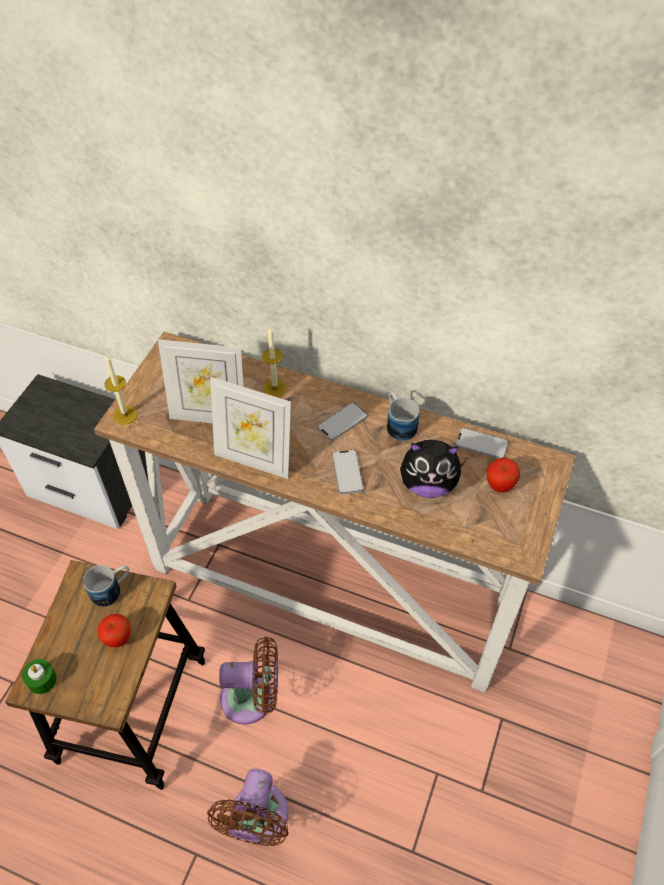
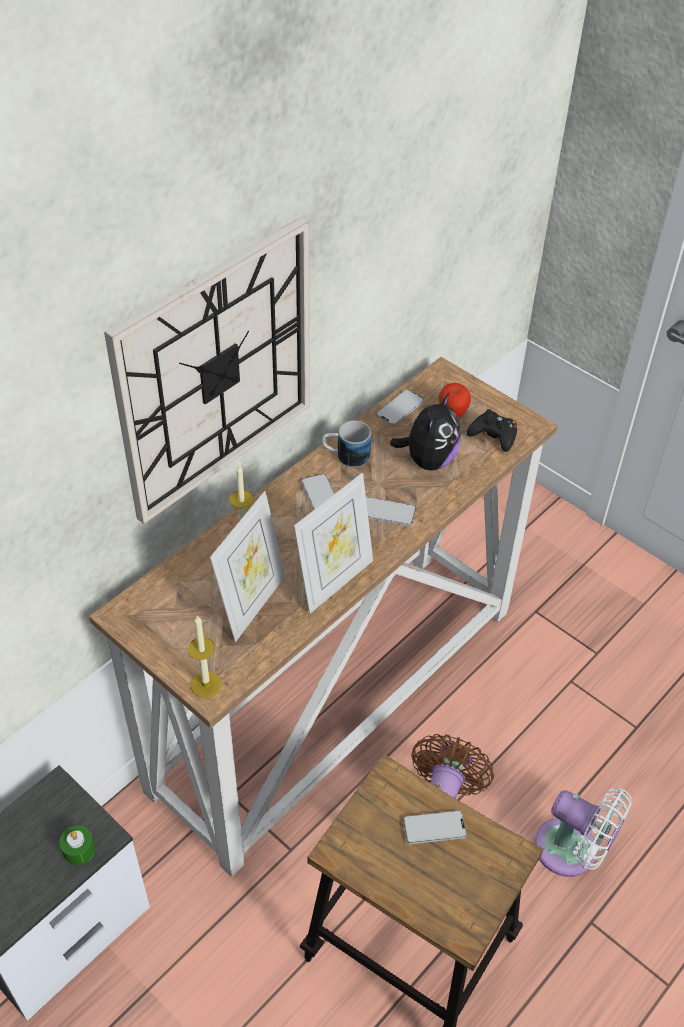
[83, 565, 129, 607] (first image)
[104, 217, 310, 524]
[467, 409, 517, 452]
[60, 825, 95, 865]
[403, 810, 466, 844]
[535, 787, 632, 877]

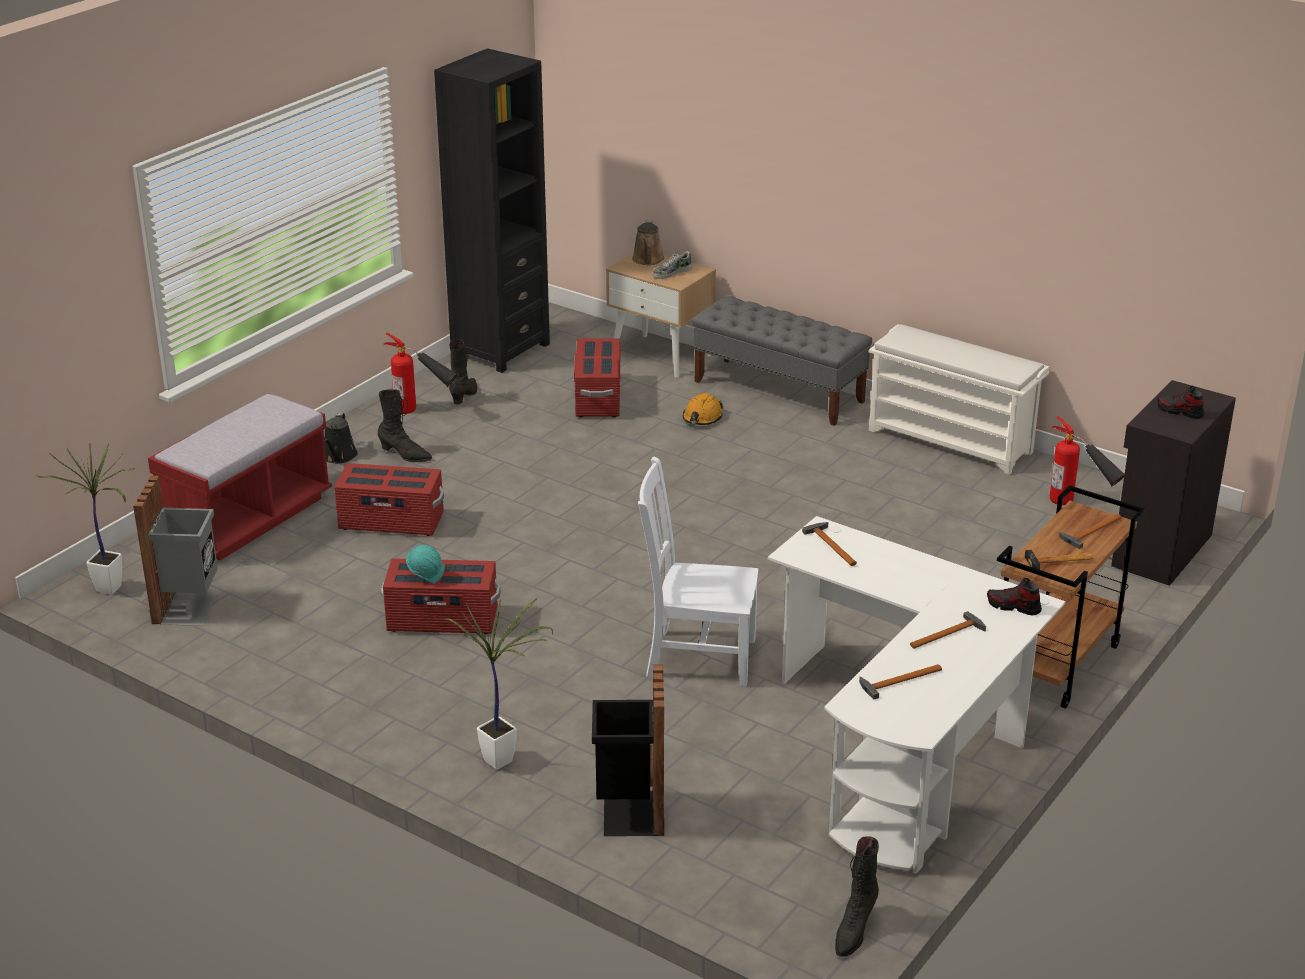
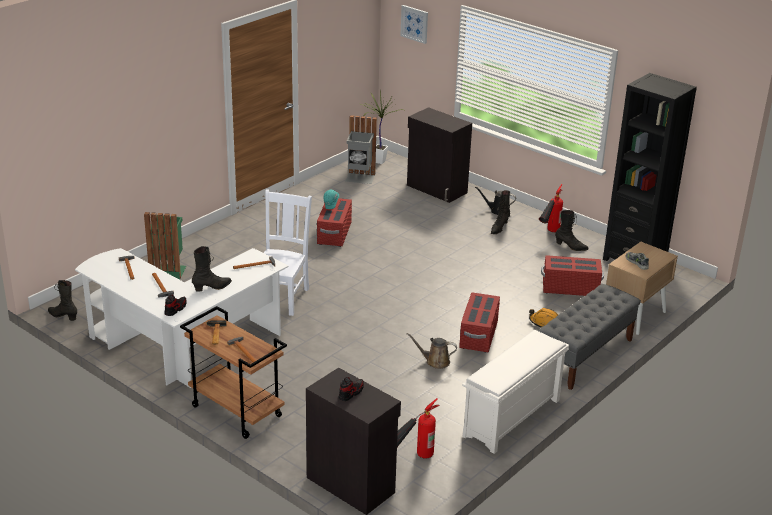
[444, 598, 553, 770] (first image)
[192, 246, 232, 292]
[400, 5, 428, 44]
[459, 292, 500, 352]
[407, 333, 457, 369]
[407, 107, 472, 203]
[144, 212, 186, 280]

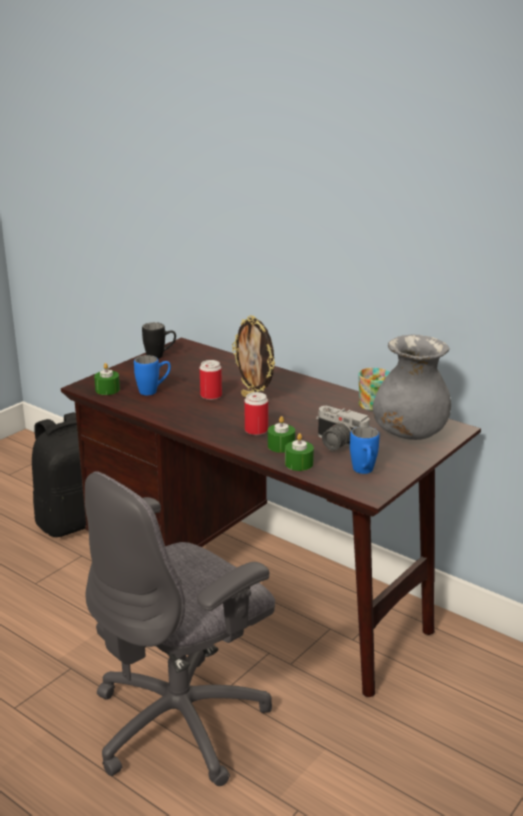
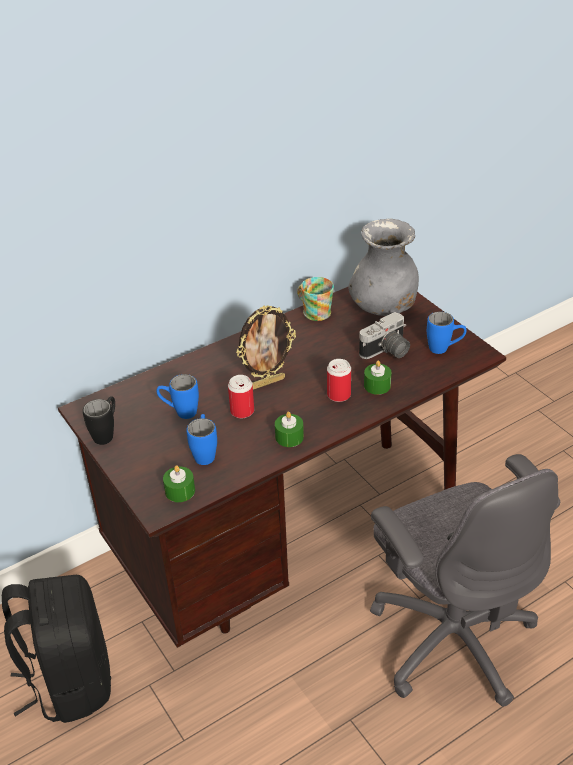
[157, 374, 199, 419]
[275, 412, 304, 447]

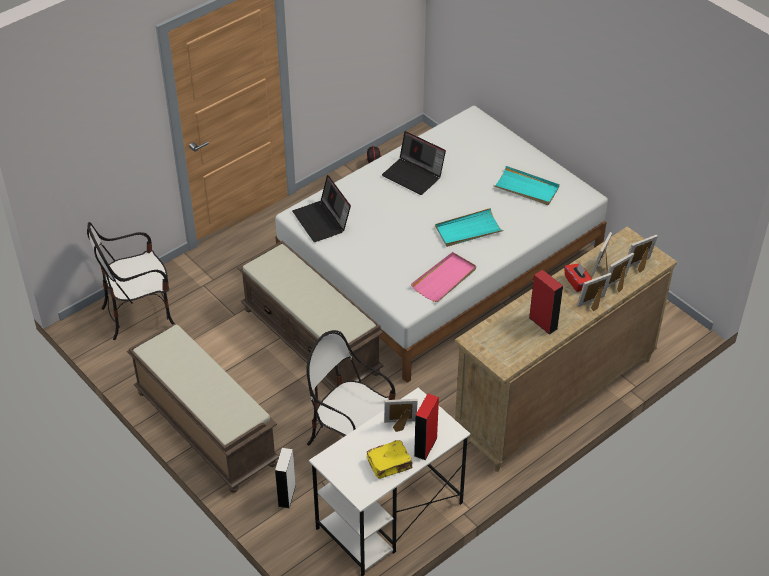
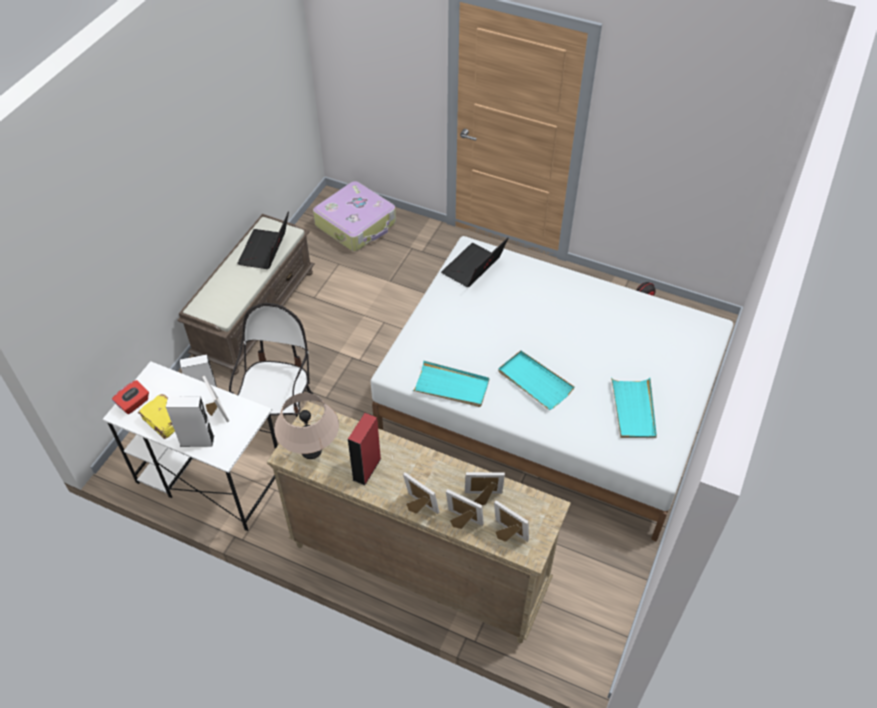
[237, 241, 384, 388] (first image)
[274, 393, 339, 459]
[237, 212, 289, 269]
[112, 380, 149, 414]
[313, 181, 396, 251]
[413, 361, 489, 407]
[166, 396, 214, 447]

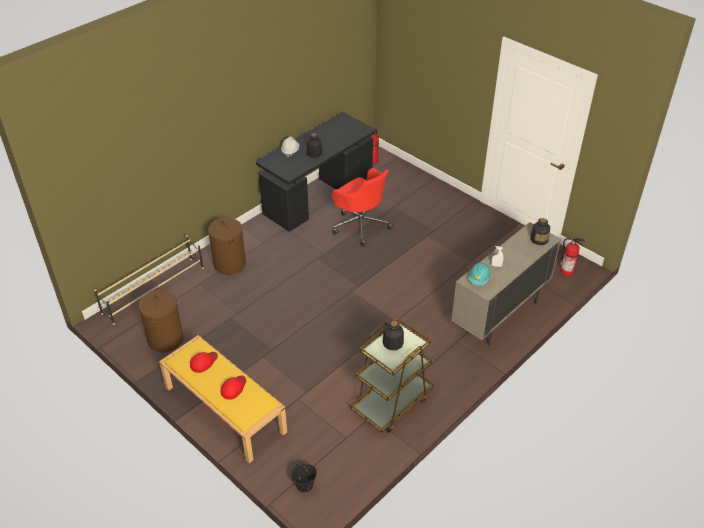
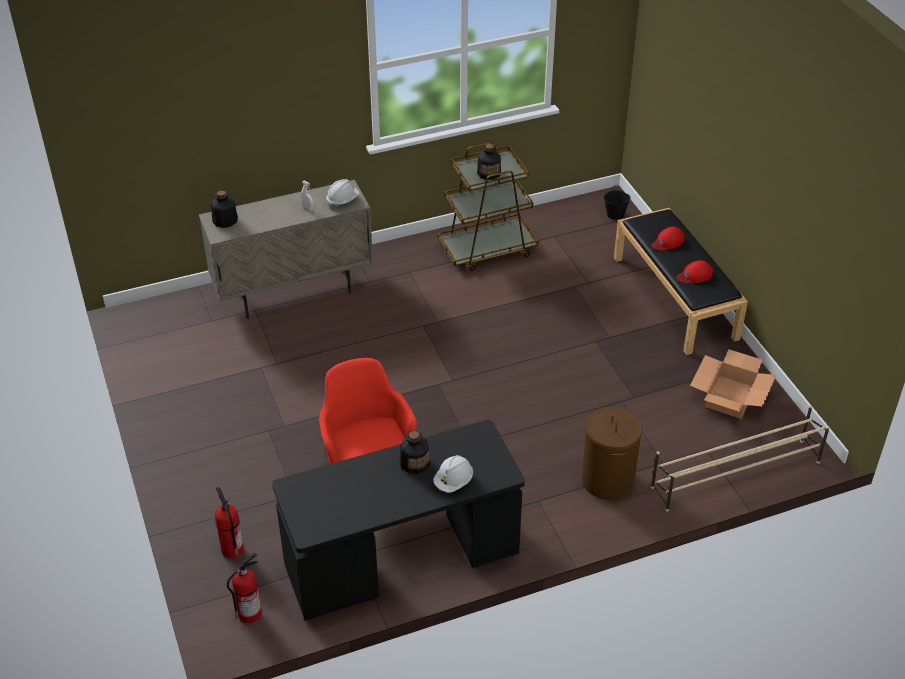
[215, 487, 244, 558]
[690, 349, 776, 419]
[614, 208, 748, 355]
[326, 179, 359, 208]

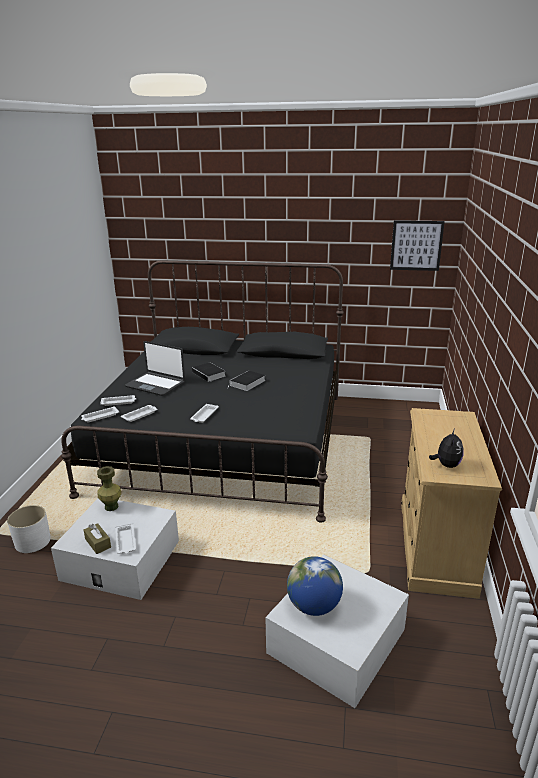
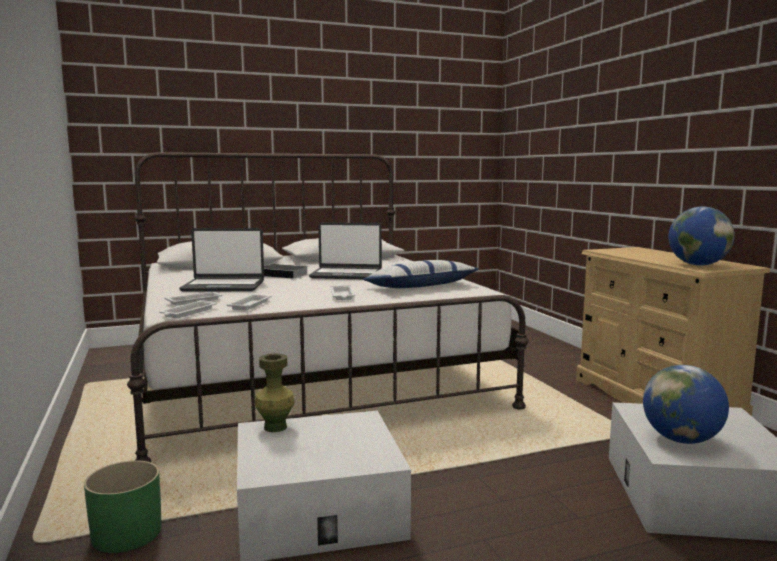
[84, 523, 111, 554] (first image)
[115, 523, 136, 554] (first image)
[390, 220, 445, 271] (first image)
[363, 260, 479, 288]
[309, 222, 382, 279]
[668, 207, 735, 266]
[84, 460, 162, 553]
[127, 152, 529, 462]

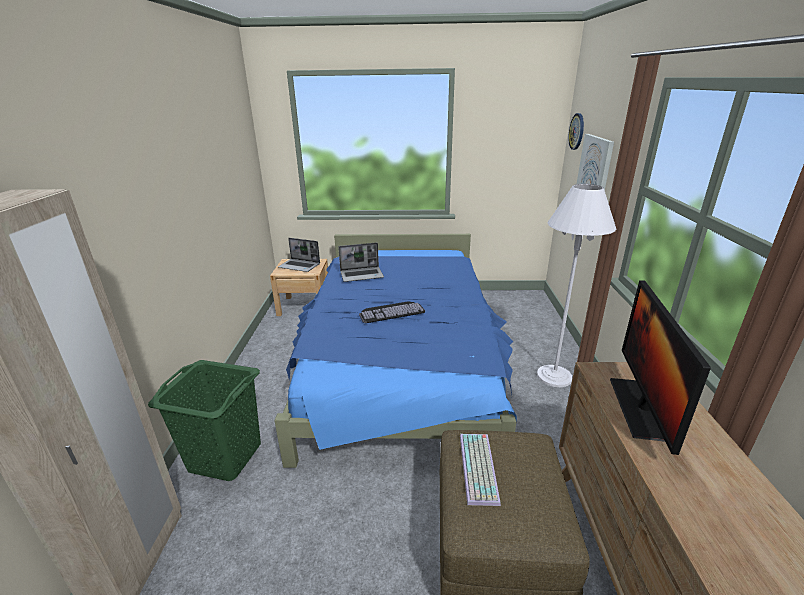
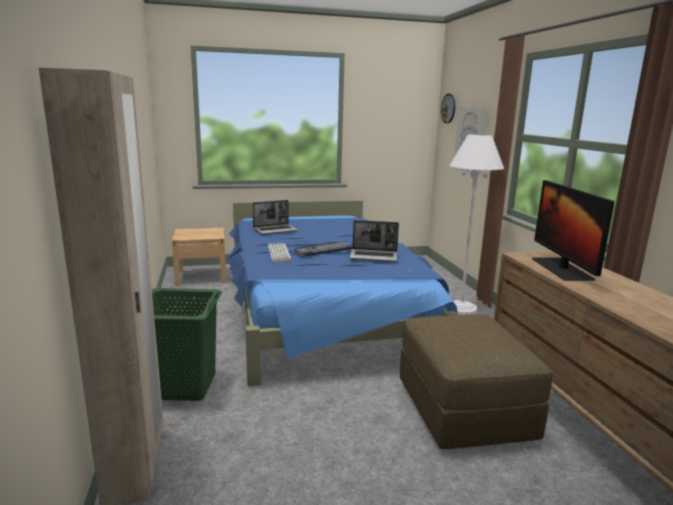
[349, 220, 399, 262]
[268, 243, 292, 262]

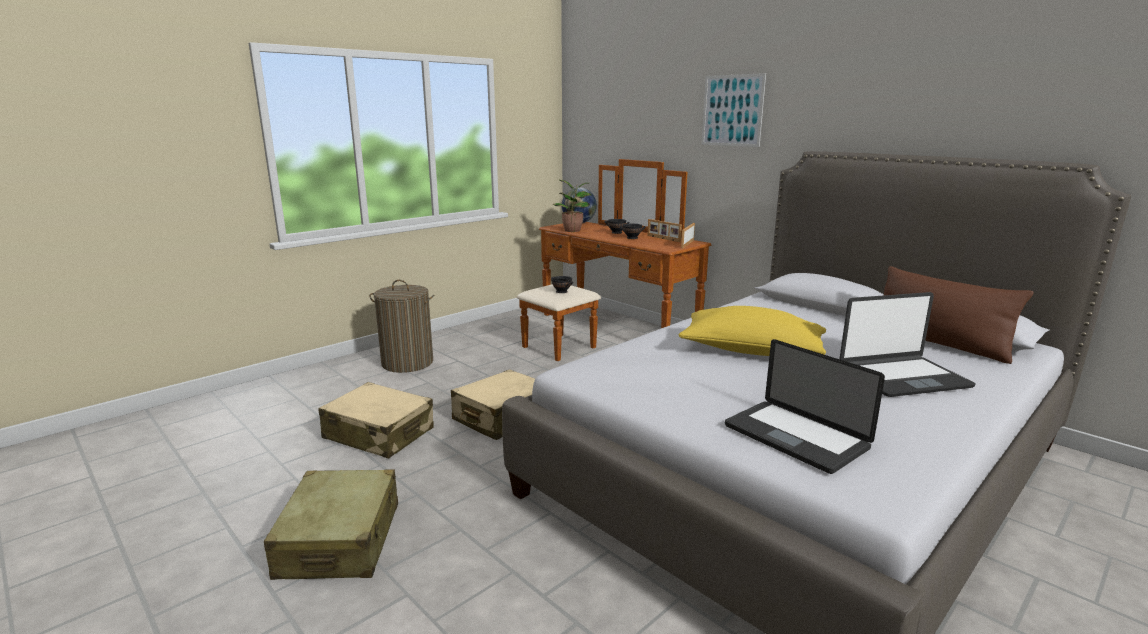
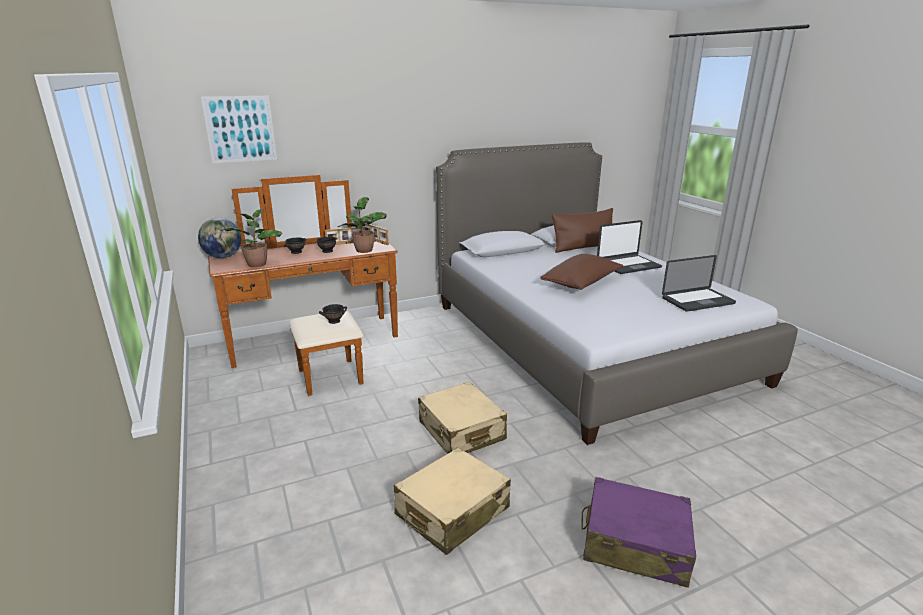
[369, 280, 435, 373] (first image)
[338, 197, 387, 253]
[201, 96, 277, 163]
[581, 477, 696, 588]
[540, 254, 623, 290]
[597, 220, 662, 274]

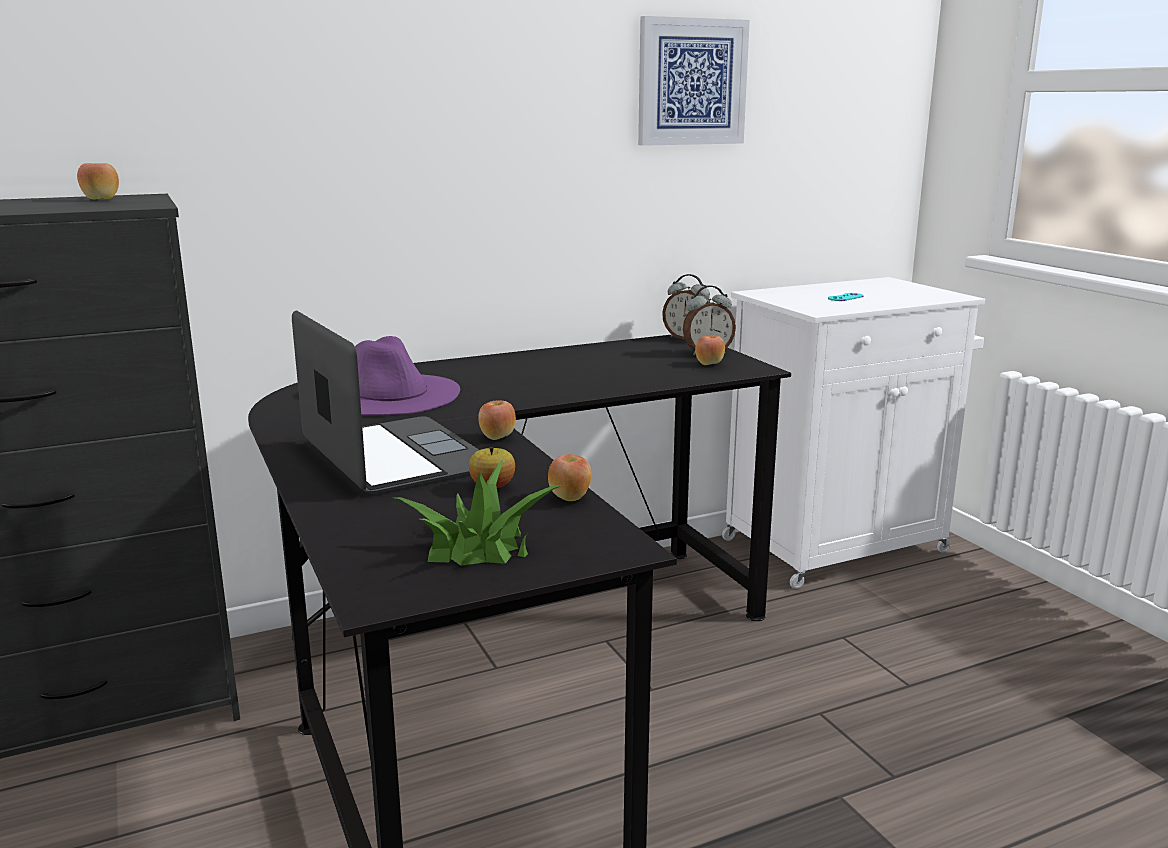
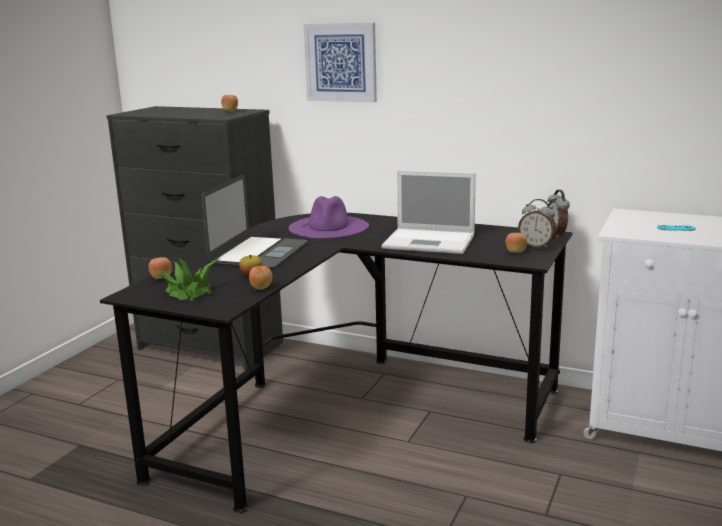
[381, 170, 476, 254]
[149, 257, 172, 279]
[303, 23, 377, 102]

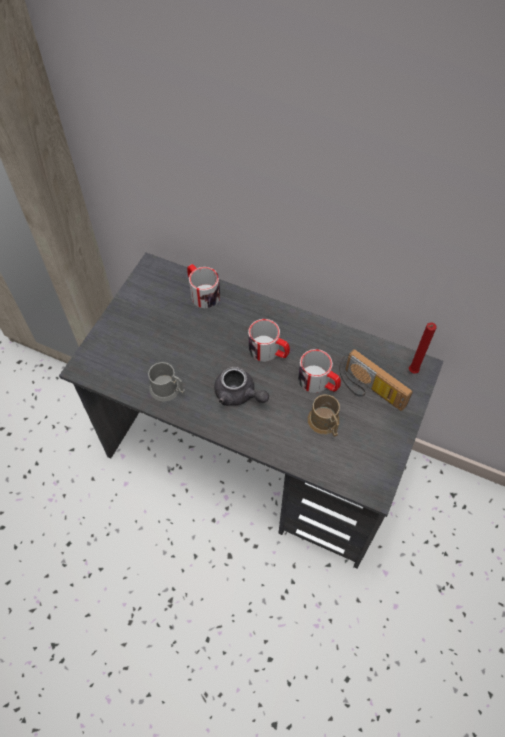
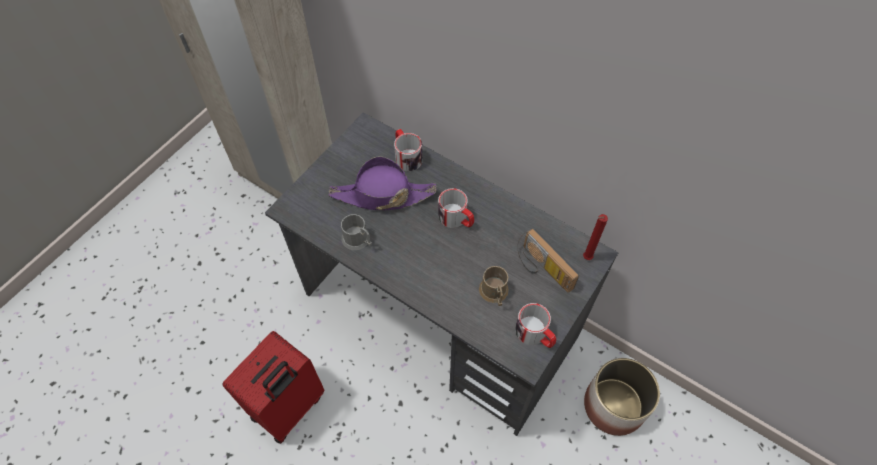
[214, 367, 269, 406] (first image)
[222, 331, 324, 444]
[329, 156, 437, 210]
[584, 358, 660, 436]
[515, 303, 556, 348]

